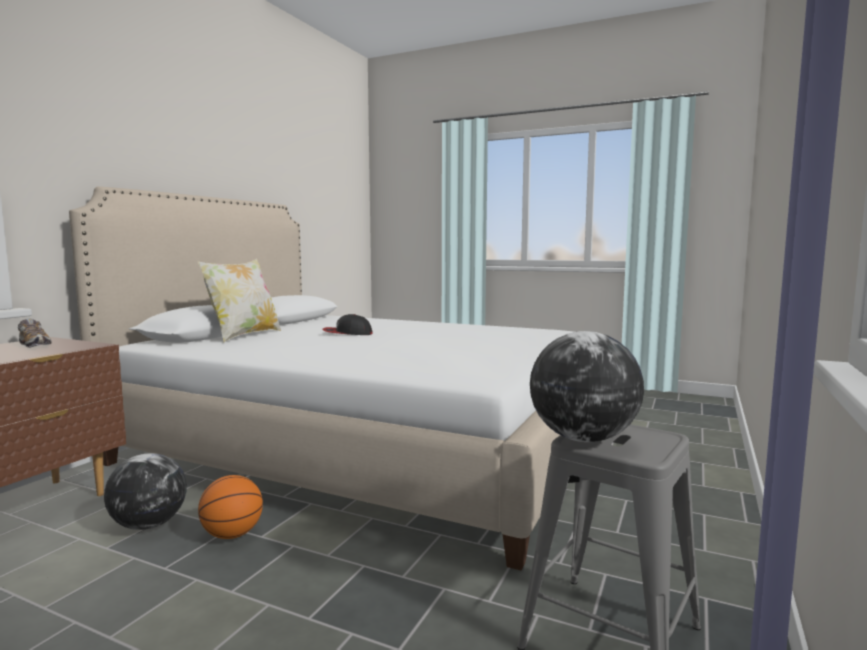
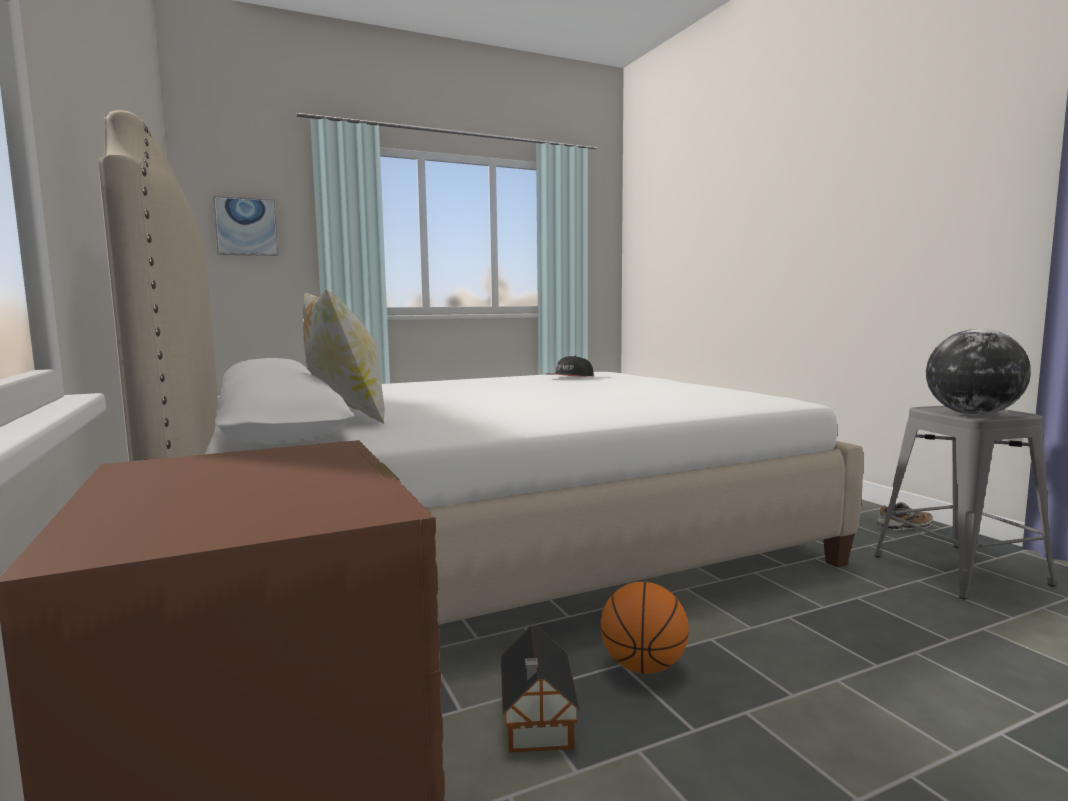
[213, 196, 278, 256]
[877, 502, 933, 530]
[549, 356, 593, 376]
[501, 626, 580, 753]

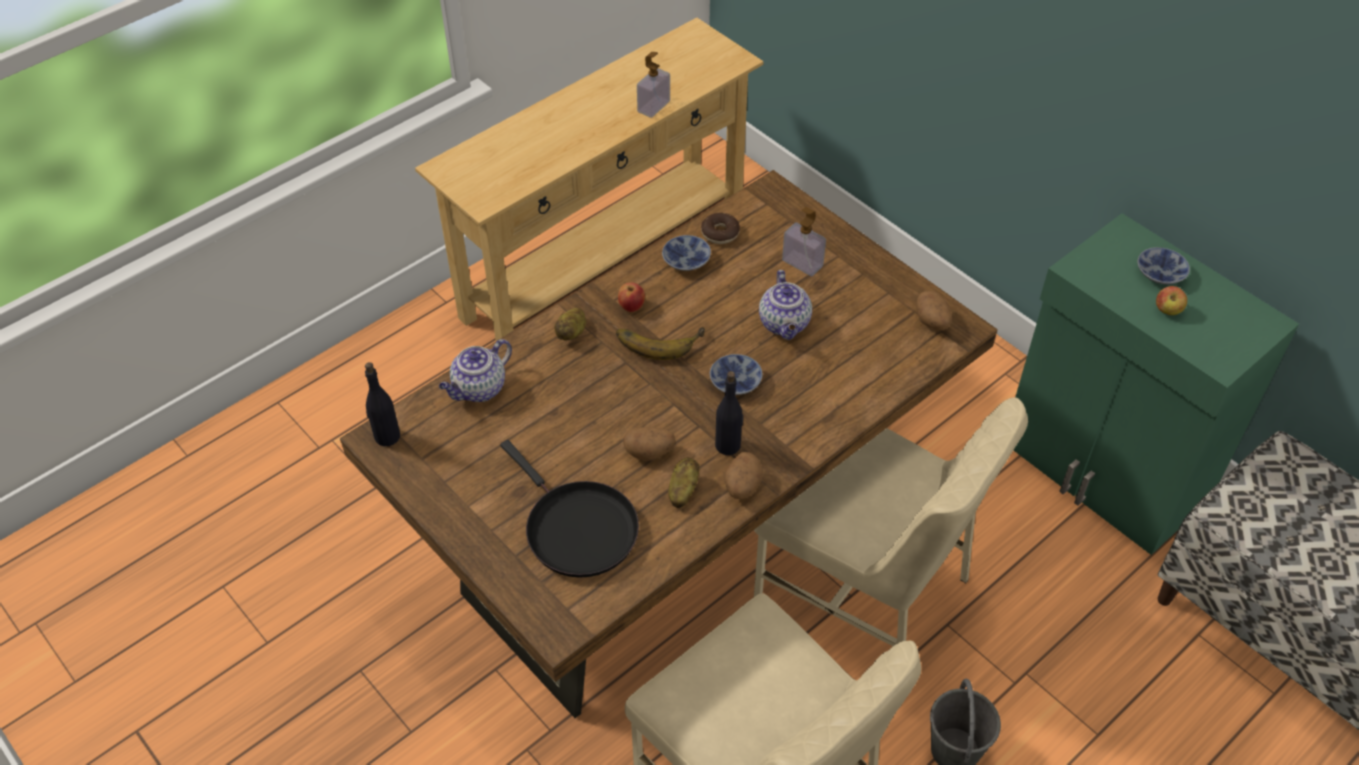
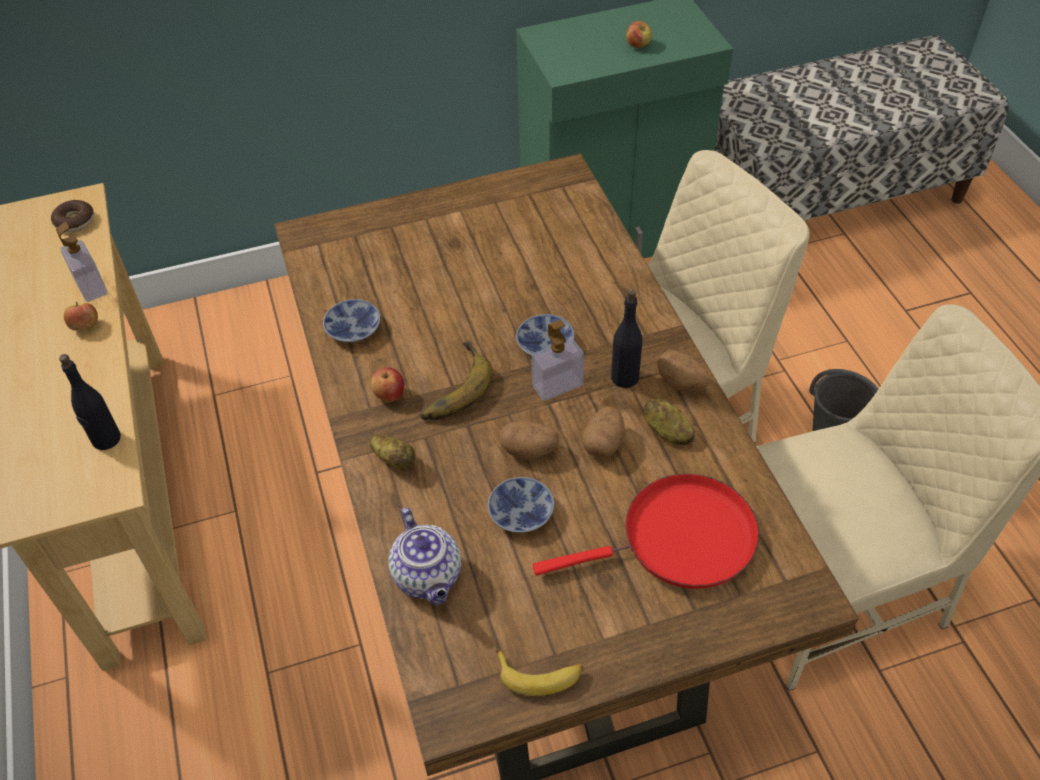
[759, 270, 812, 340] (first image)
[64, 302, 98, 330]
[496, 650, 584, 696]
[59, 354, 121, 450]
[51, 200, 94, 232]
[532, 320, 584, 401]
[499, 421, 559, 460]
[488, 477, 554, 533]
[533, 474, 759, 589]

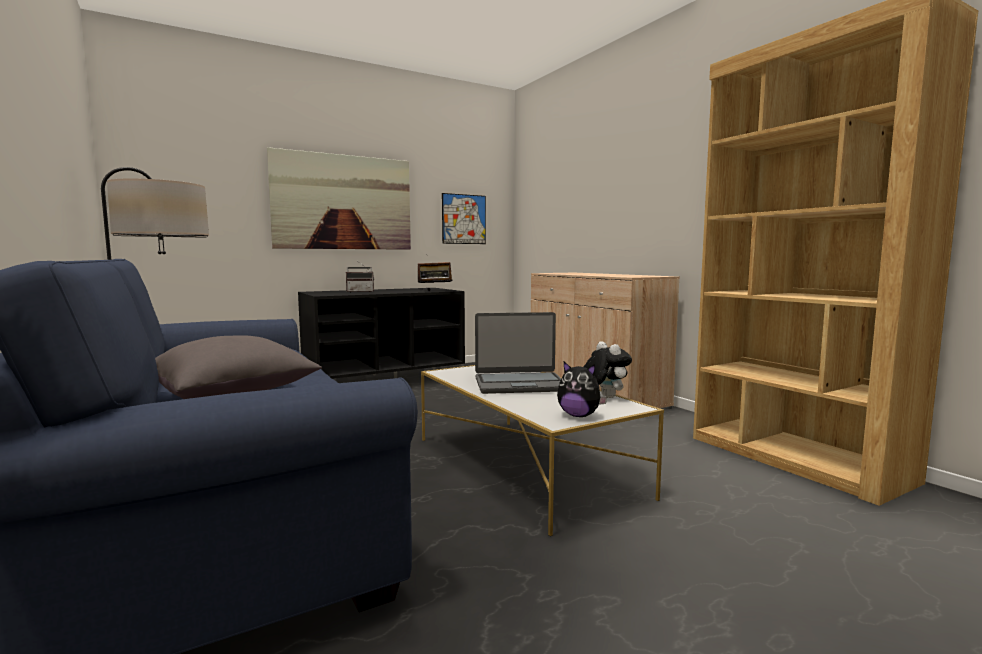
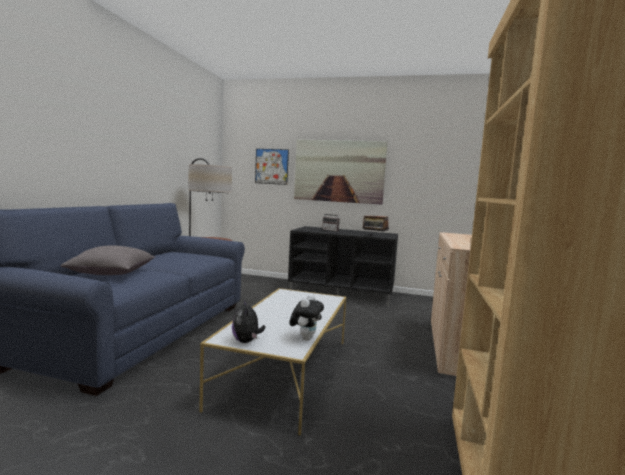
[475, 312, 561, 394] (first image)
[255, 149, 289, 185]

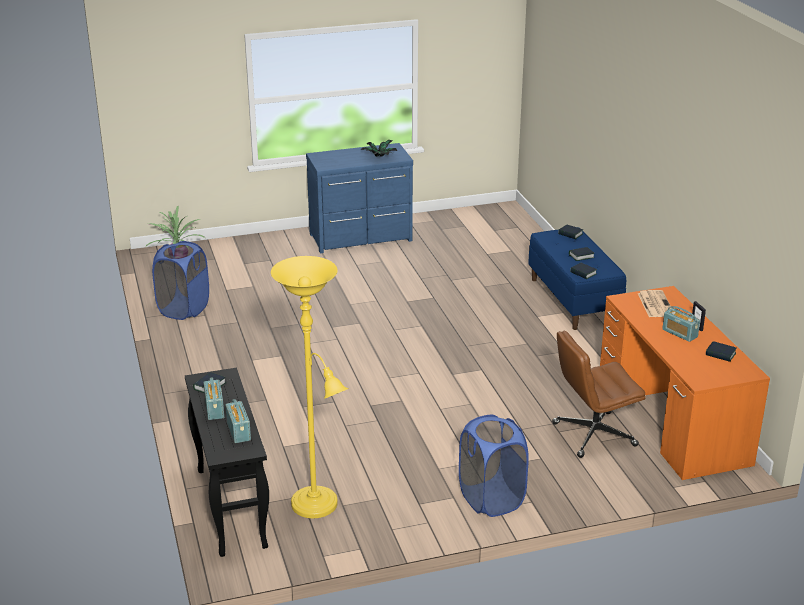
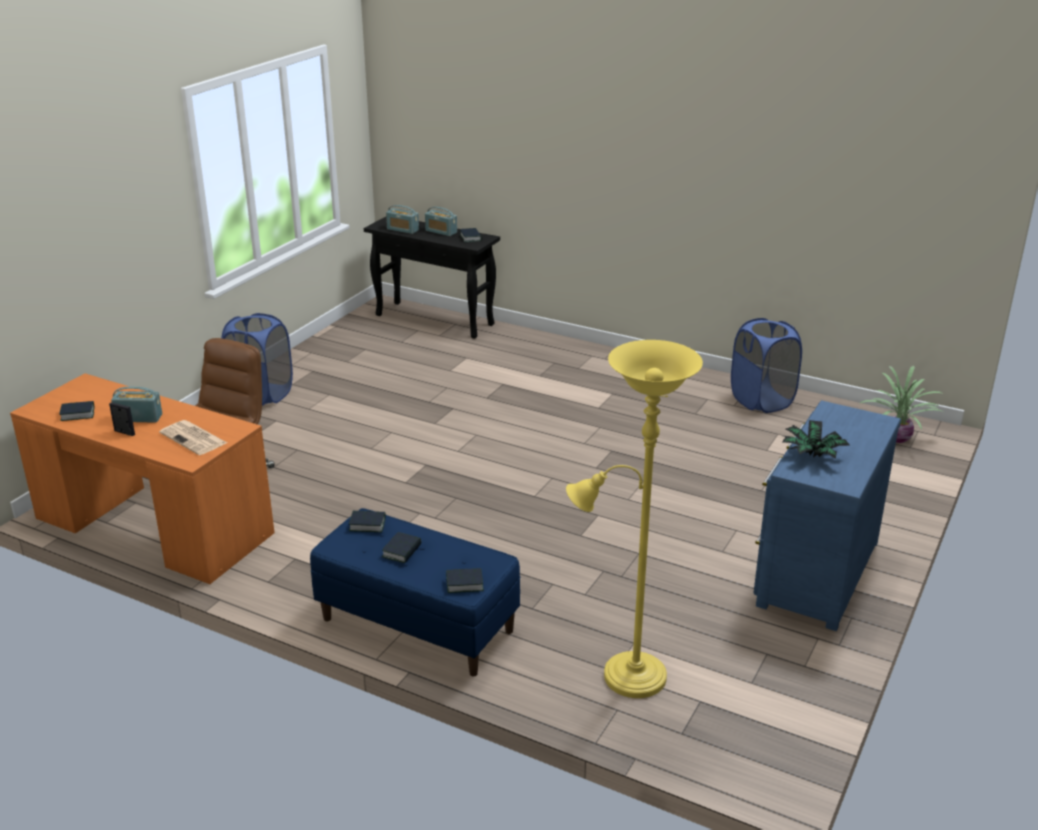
[566, 340, 703, 698]

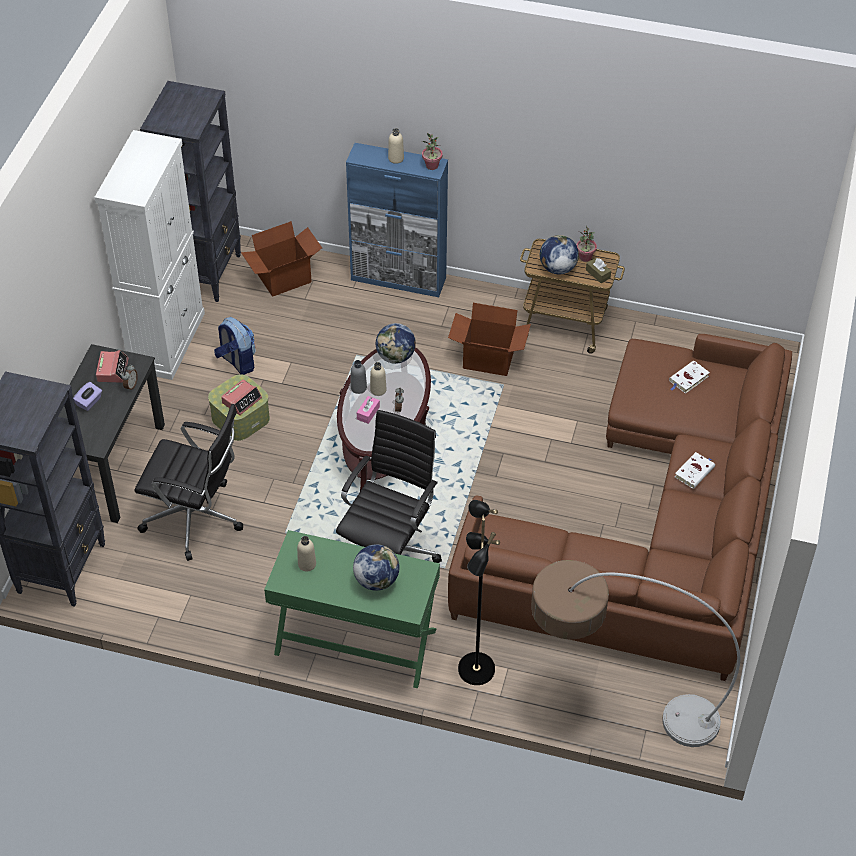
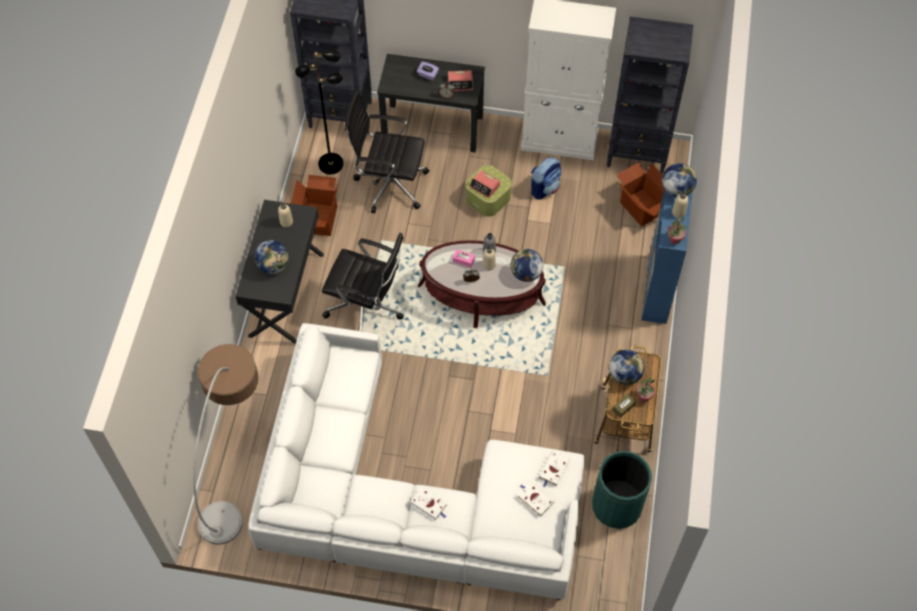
[539, 451, 570, 487]
[592, 451, 652, 529]
[662, 163, 697, 197]
[291, 175, 338, 236]
[295, 50, 343, 174]
[235, 200, 324, 344]
[248, 323, 584, 600]
[345, 90, 429, 213]

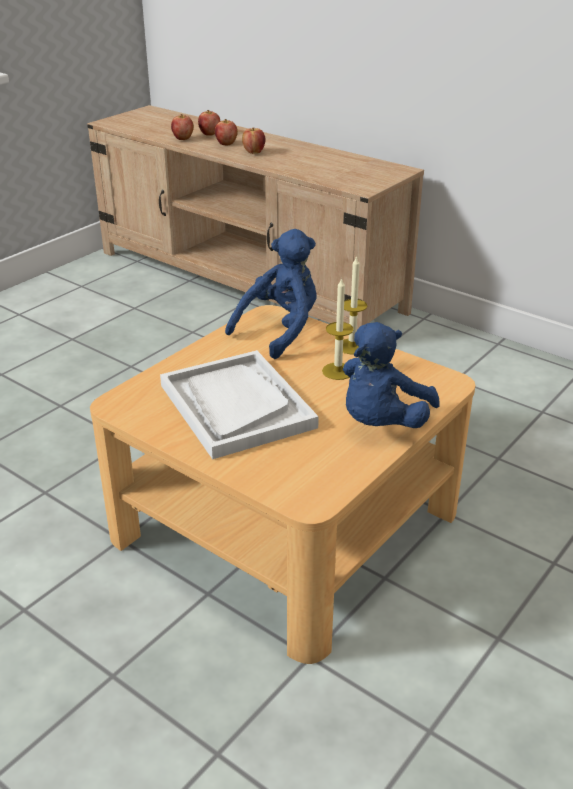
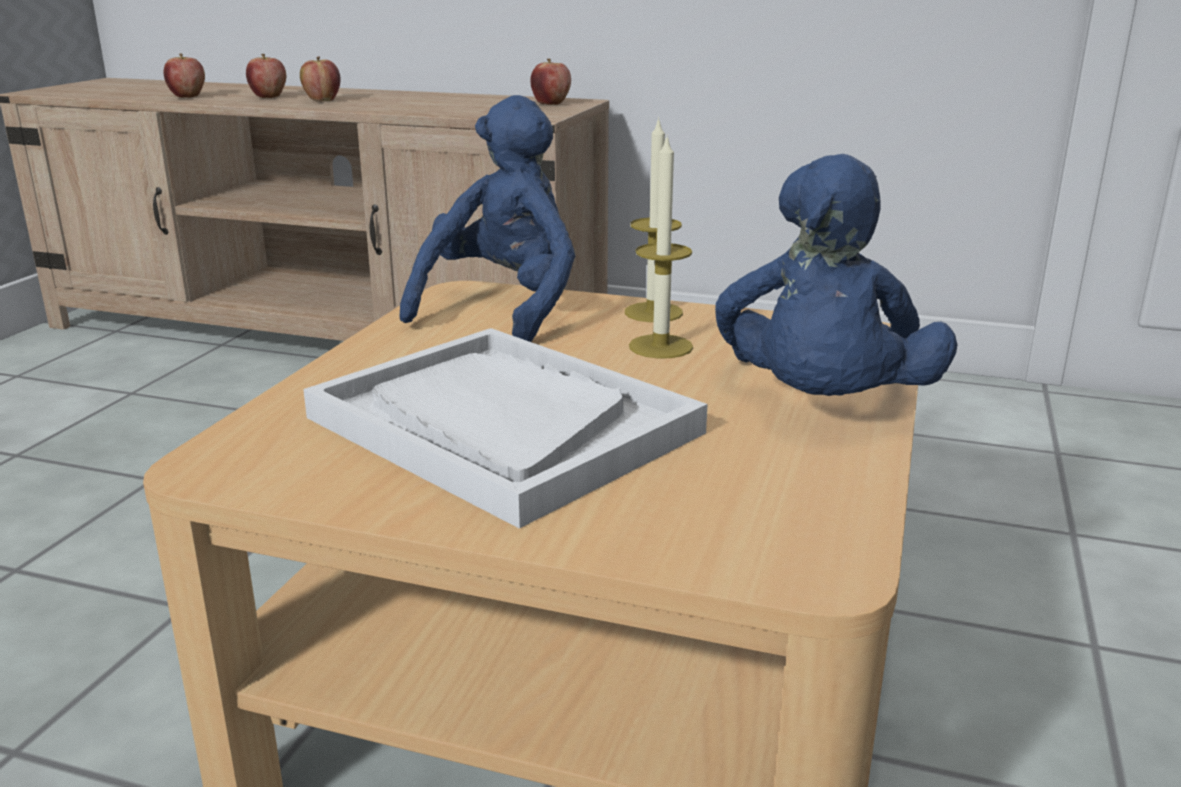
[530, 58, 571, 105]

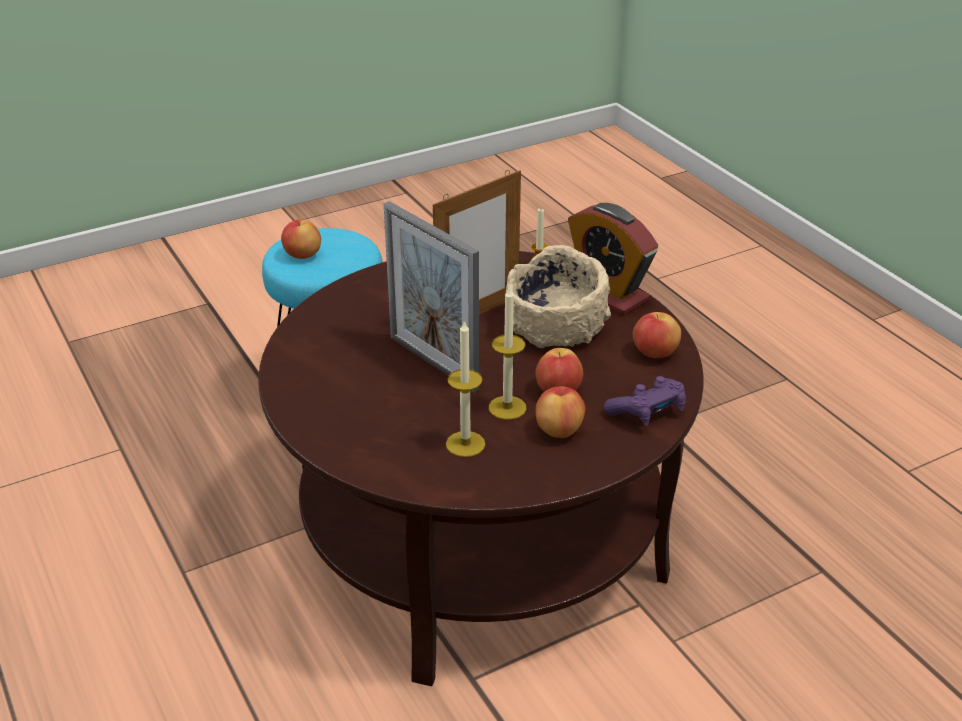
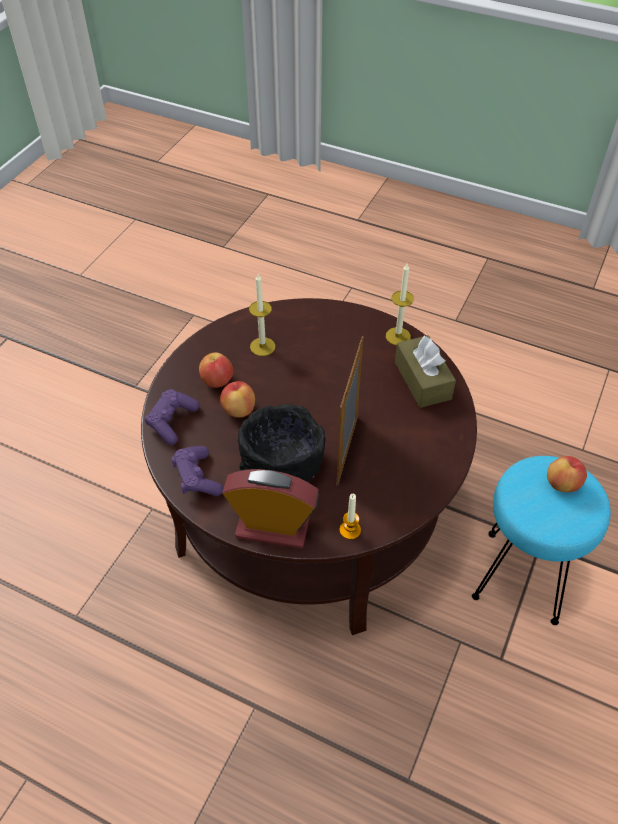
[384, 201, 479, 393] (first image)
[395, 335, 456, 408]
[386, 264, 414, 345]
[171, 446, 223, 496]
[238, 404, 326, 483]

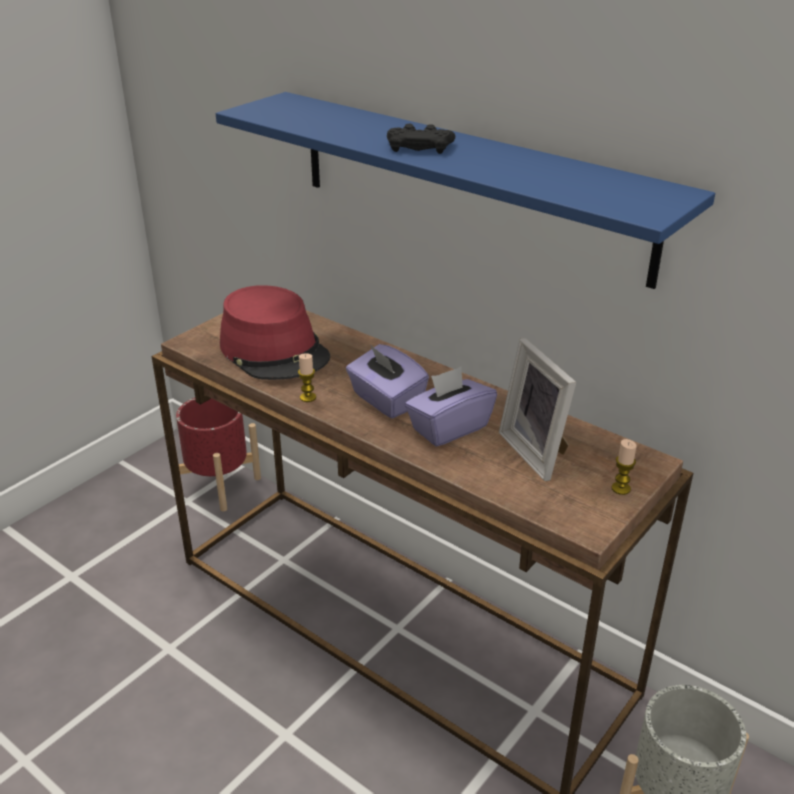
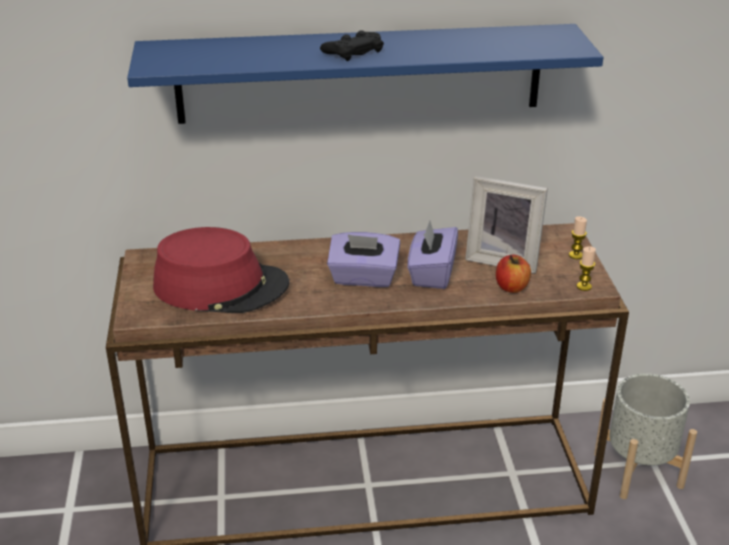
[174, 398, 261, 511] (first image)
[496, 255, 531, 293]
[577, 246, 596, 291]

